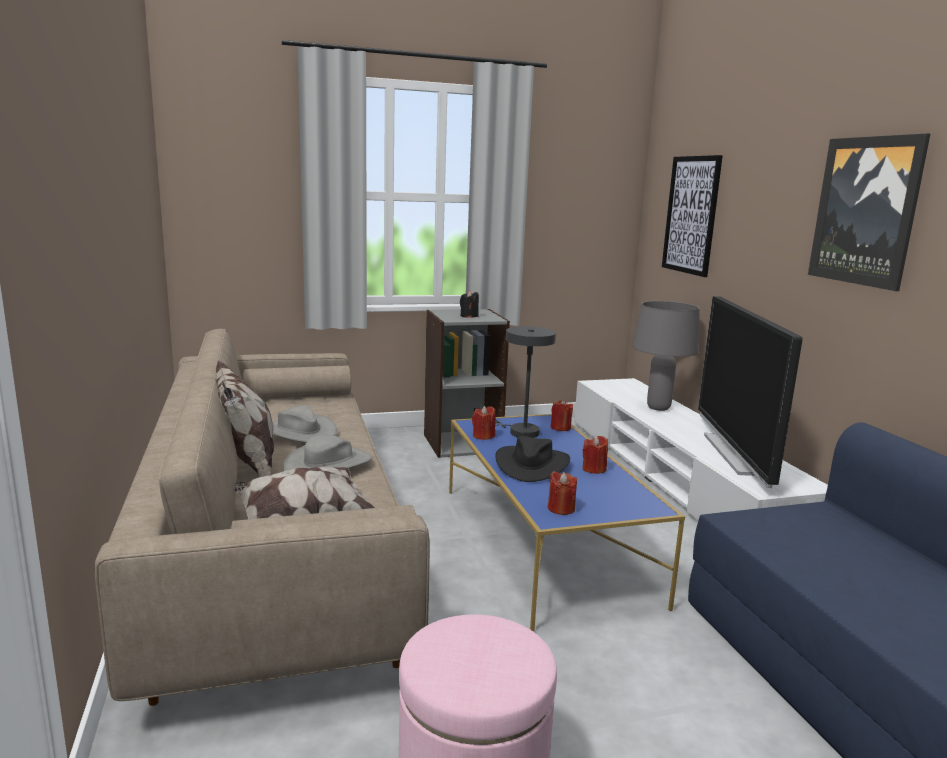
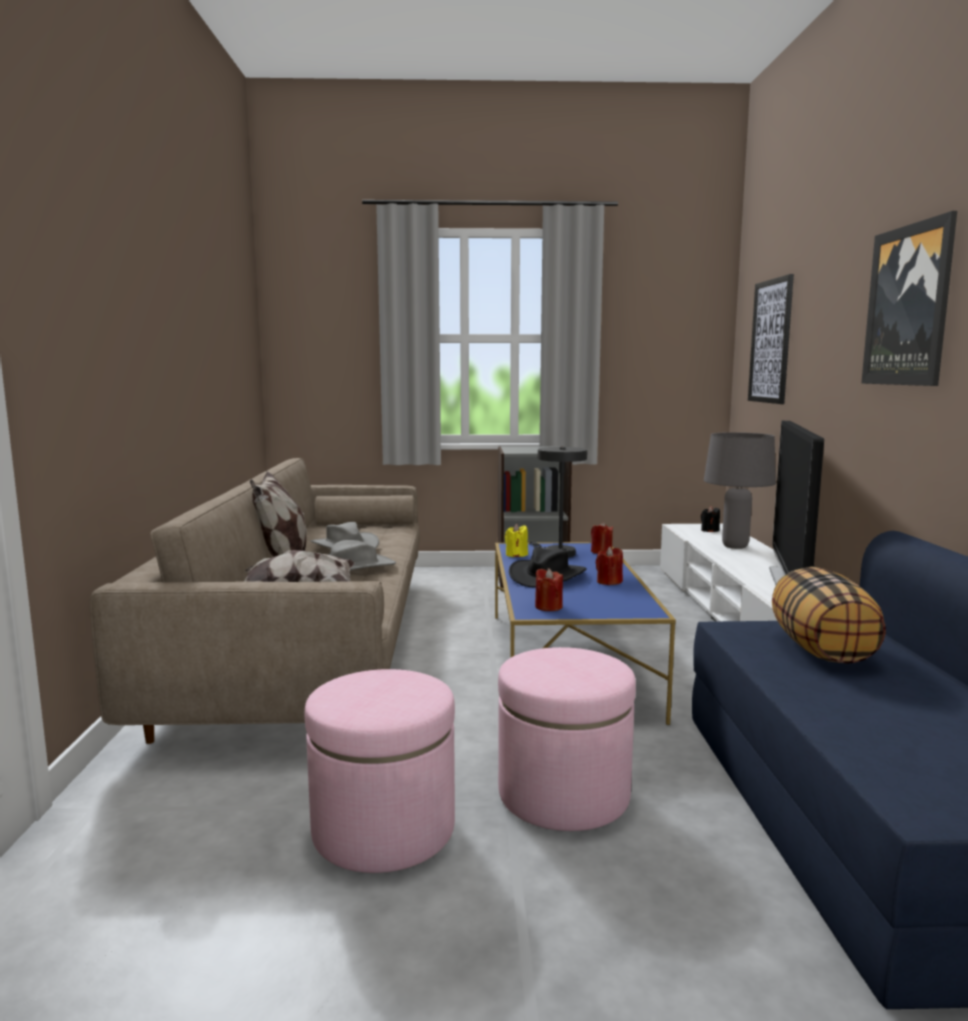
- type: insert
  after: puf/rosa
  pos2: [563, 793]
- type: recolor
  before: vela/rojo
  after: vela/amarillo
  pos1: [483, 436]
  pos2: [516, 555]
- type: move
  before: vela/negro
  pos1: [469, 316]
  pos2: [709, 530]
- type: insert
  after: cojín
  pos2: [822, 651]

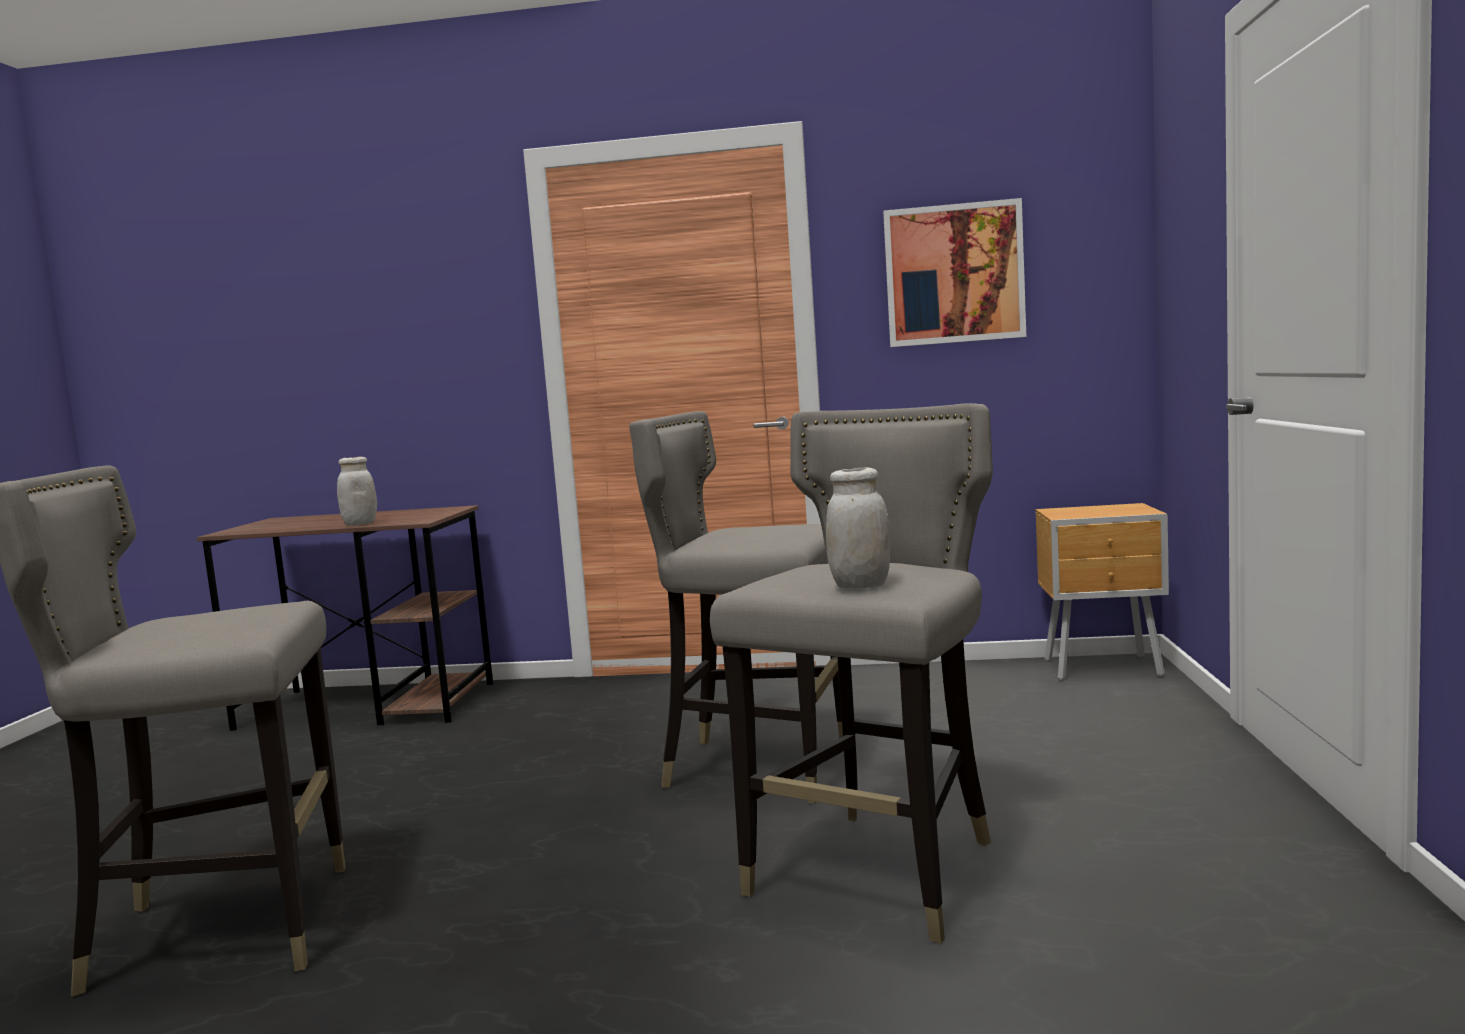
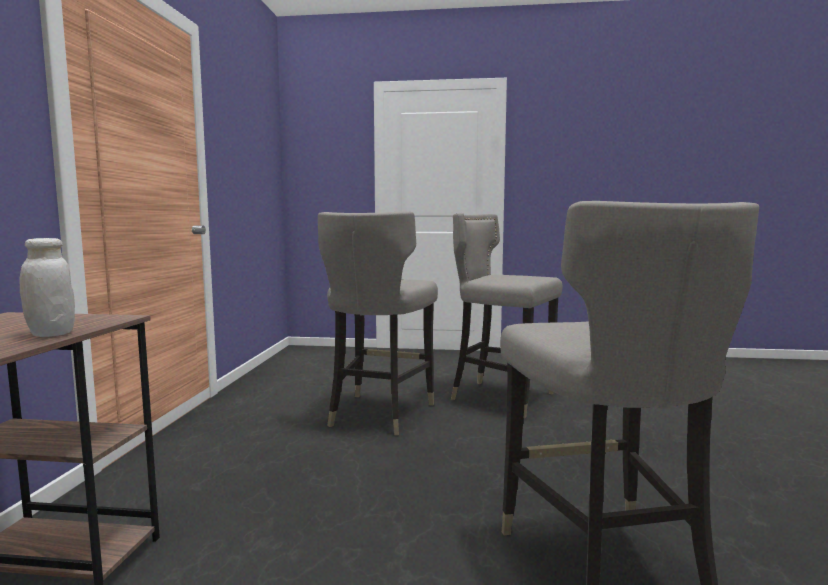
- type: delete
  before: tarro/blanco
  pos1: [860, 585]
- type: delete
  before: cuadro
  pos1: [954, 274]
- type: delete
  before: mesita de noche/marrón
  pos1: [1105, 669]

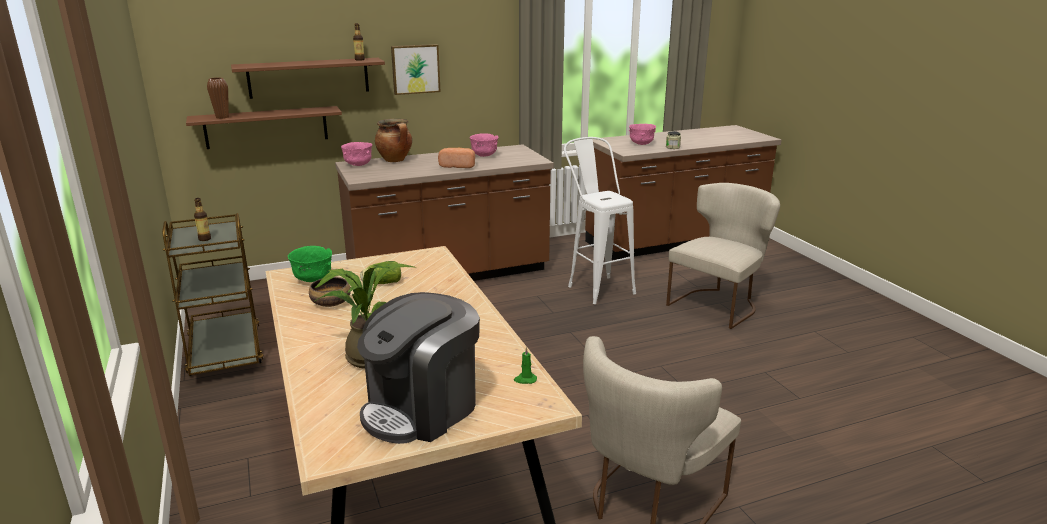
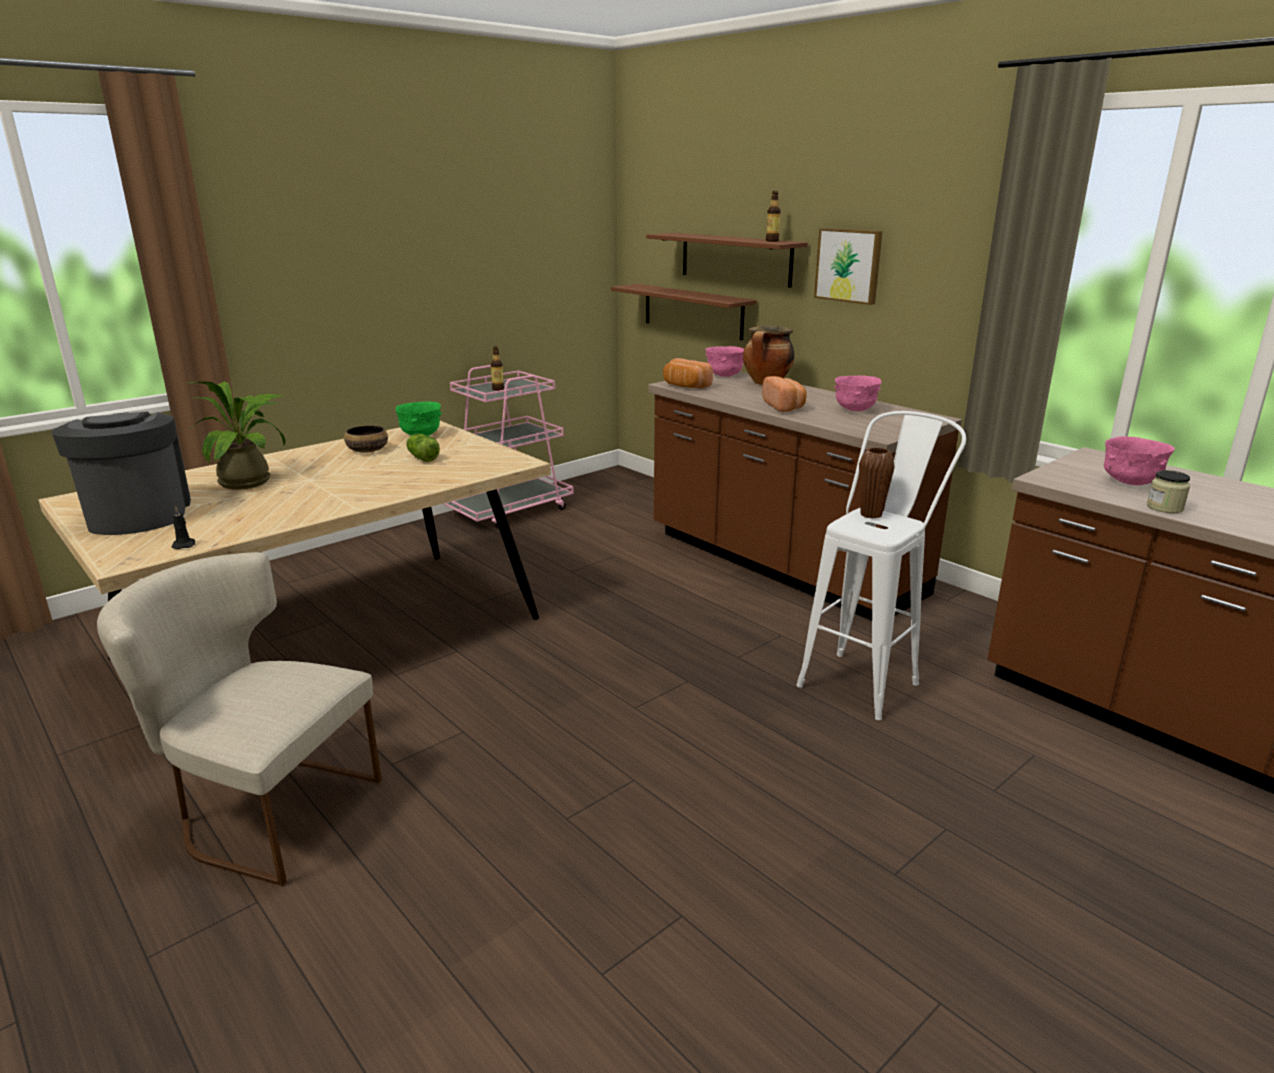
- type: rotate
  before: cafetera
  pos1: [422, 408]
  pos2: [137, 514]
  turn: 45
- type: recolor
  before: vela/verde
  after: vela/negro
  pos1: [525, 379]
  pos2: [184, 545]
- type: recolor
  before: carrito/marrón
  after: carrito/rosa
  pos1: [225, 352]
  pos2: [510, 511]
- type: insert
  after: pan
  pos2: [685, 386]
- type: move
  before: florero/marrón
  pos1: [222, 117]
  pos2: [871, 514]
- type: delete
  before: silla/beis
  pos1: [718, 304]

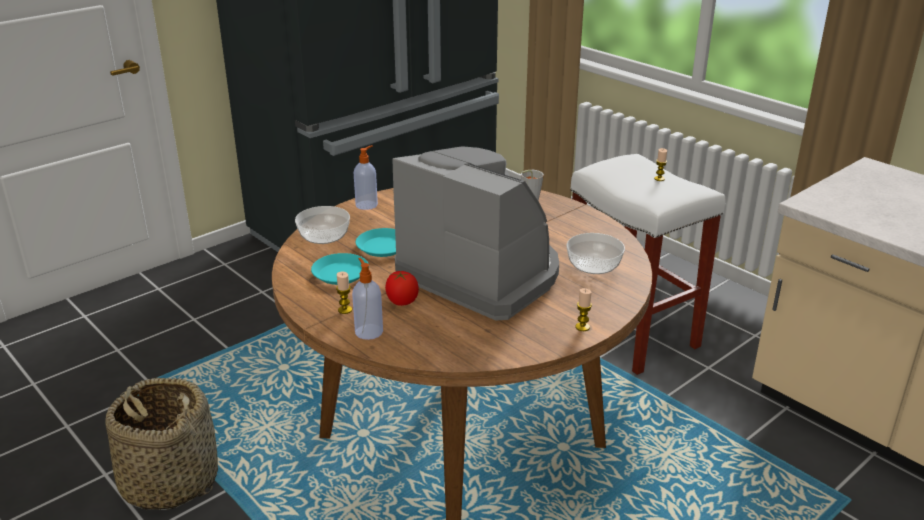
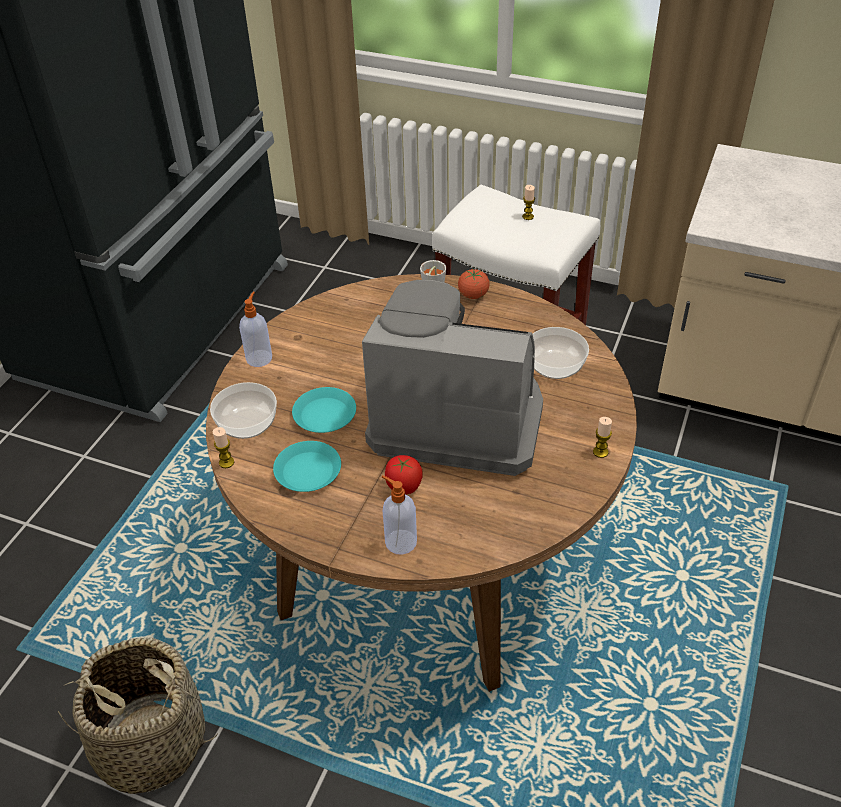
- type: move
  before: vela
  pos1: [345, 310]
  pos2: [226, 462]
- type: insert
  after: tomate
  pos2: [473, 295]

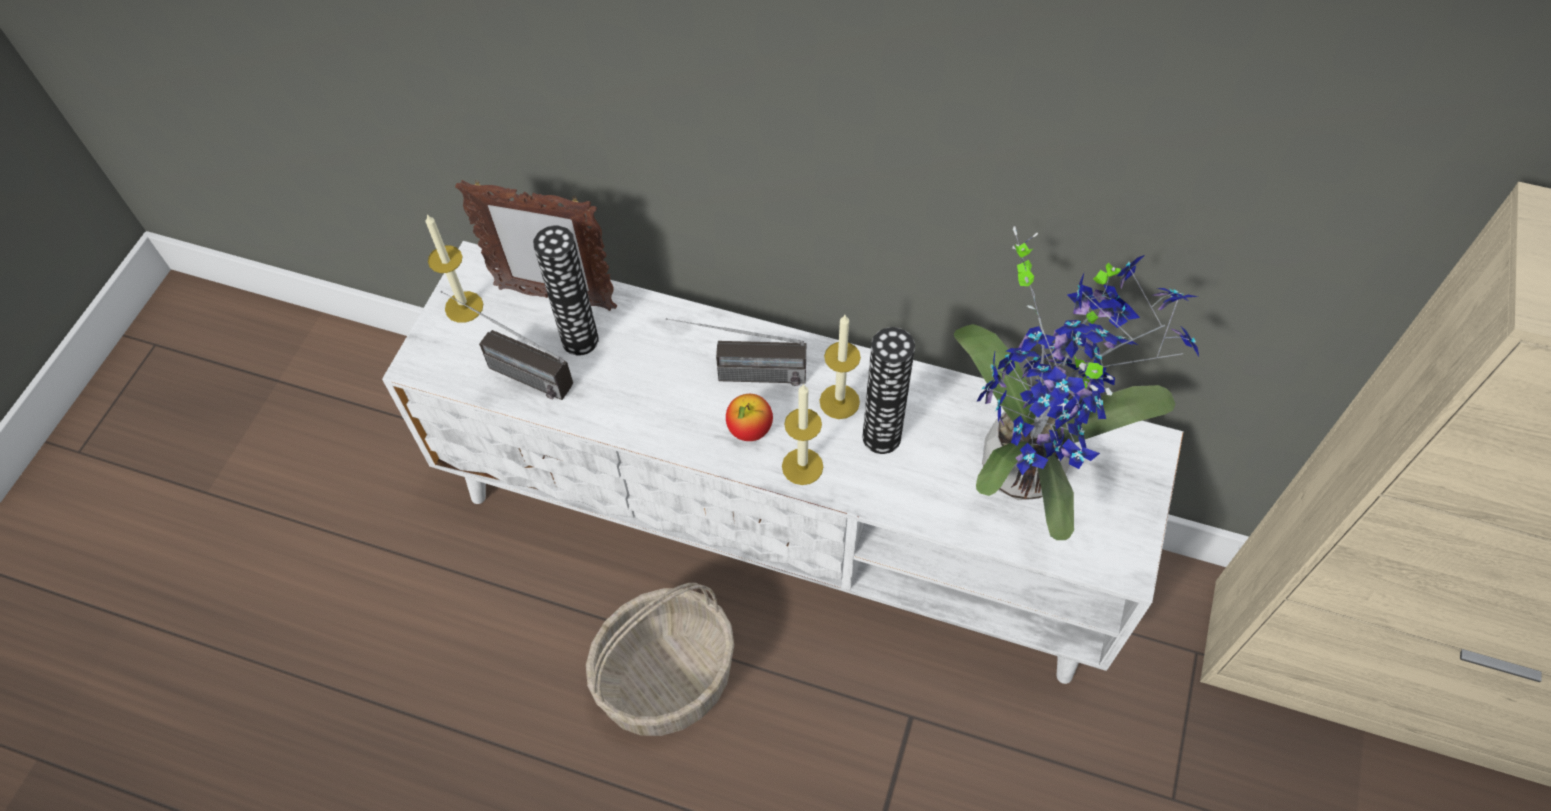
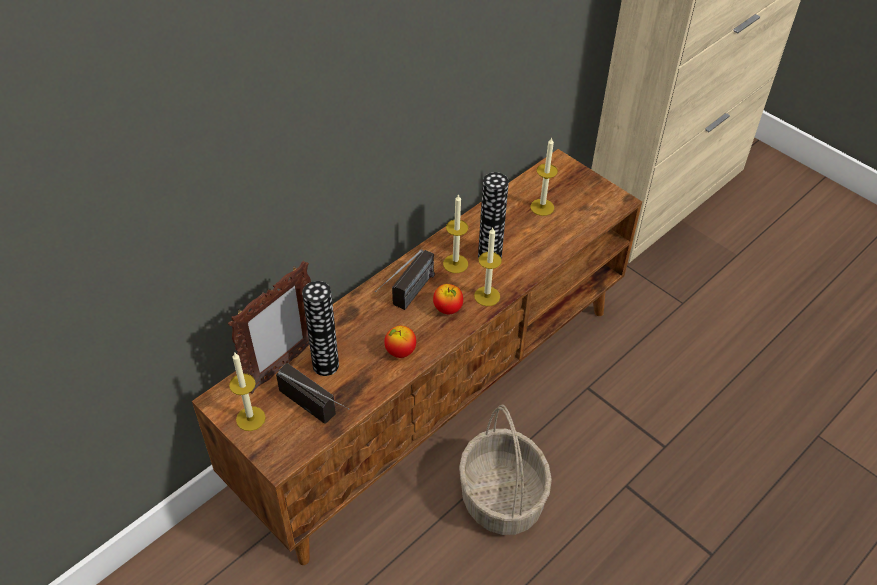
- type: recolor
  before: mueble de televisión/blanco
  after: mueble de televisión/marrón
  pos1: [782, 526]
  pos2: [436, 395]
- type: rotate
  before: radio
  pos1: [509, 369]
  pos2: [321, 410]
  turn: -105
- type: insert
  after: manzana
  pos2: [400, 351]
- type: replace
  before: planta en maceta
  after: vela
  pos1: [1031, 463]
  pos2: [542, 207]

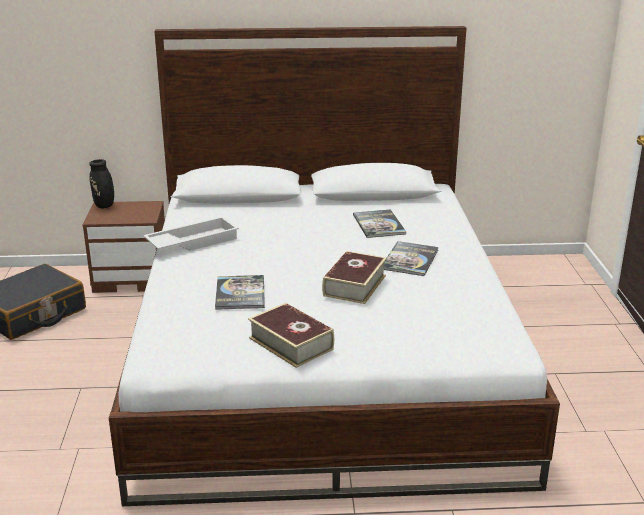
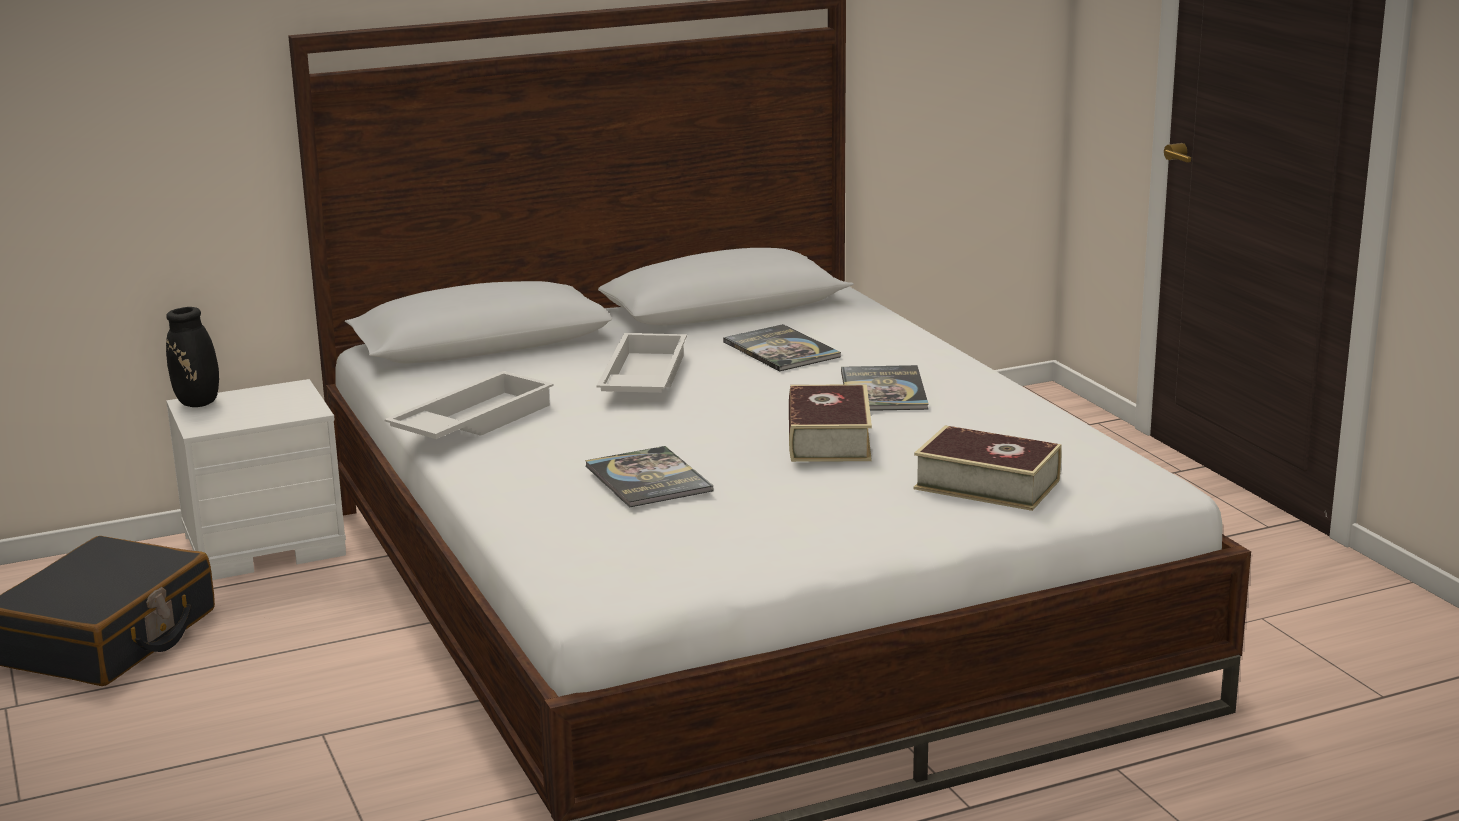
- type: recolor
  before: mesita de noche/marrón
  after: mesita de noche/blanco
  pos1: [132, 278]
  pos2: [266, 545]
- type: insert
  after: bandeja/blanco
  pos2: [641, 379]
- type: move
  before: libro
  pos1: [291, 343]
  pos2: [987, 484]

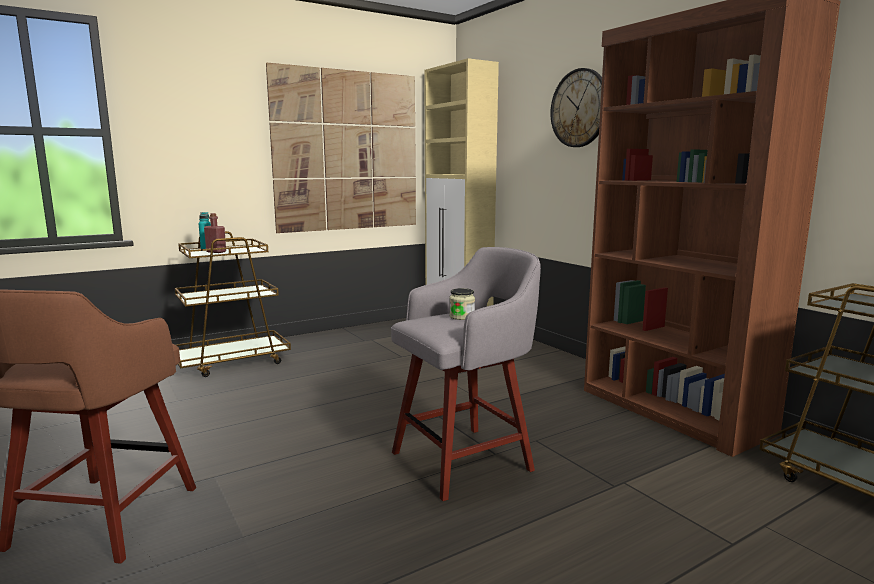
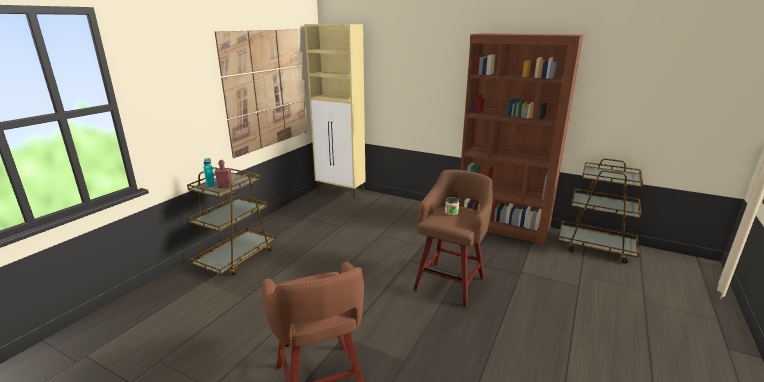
- type: recolor
  before: taburete/gris
  after: taburete/marrón
  pos1: [465, 460]
  pos2: [450, 282]
- type: delete
  before: reloj de pared
  pos1: [579, 108]

